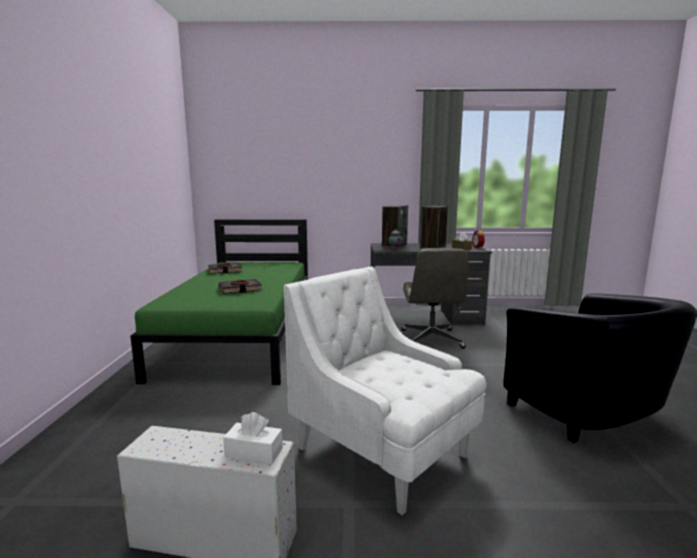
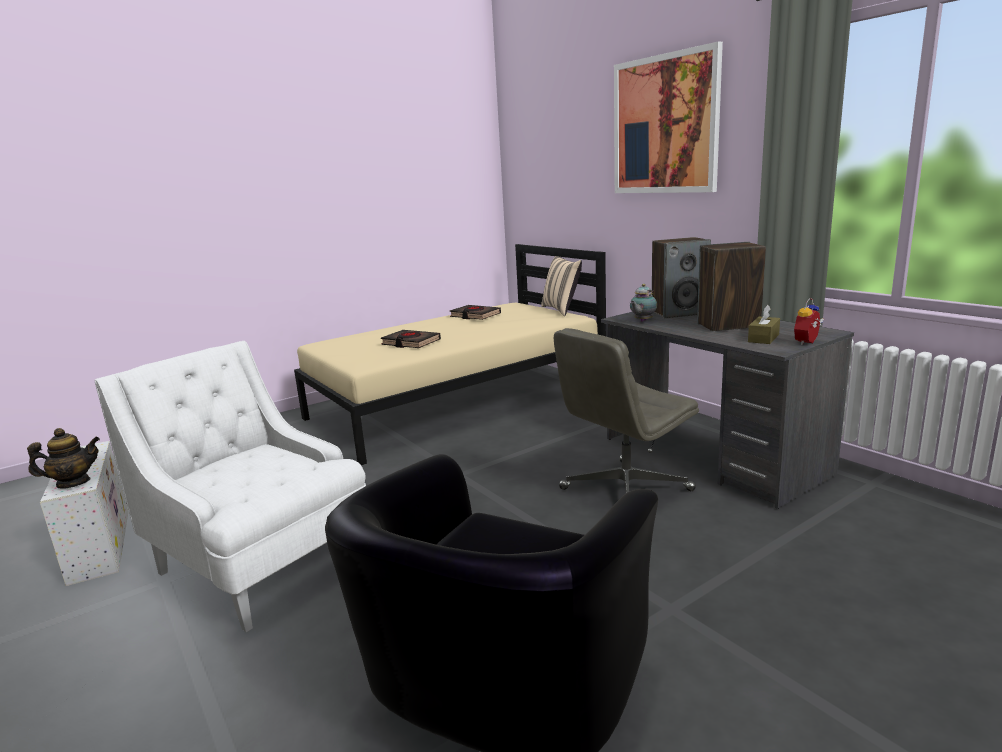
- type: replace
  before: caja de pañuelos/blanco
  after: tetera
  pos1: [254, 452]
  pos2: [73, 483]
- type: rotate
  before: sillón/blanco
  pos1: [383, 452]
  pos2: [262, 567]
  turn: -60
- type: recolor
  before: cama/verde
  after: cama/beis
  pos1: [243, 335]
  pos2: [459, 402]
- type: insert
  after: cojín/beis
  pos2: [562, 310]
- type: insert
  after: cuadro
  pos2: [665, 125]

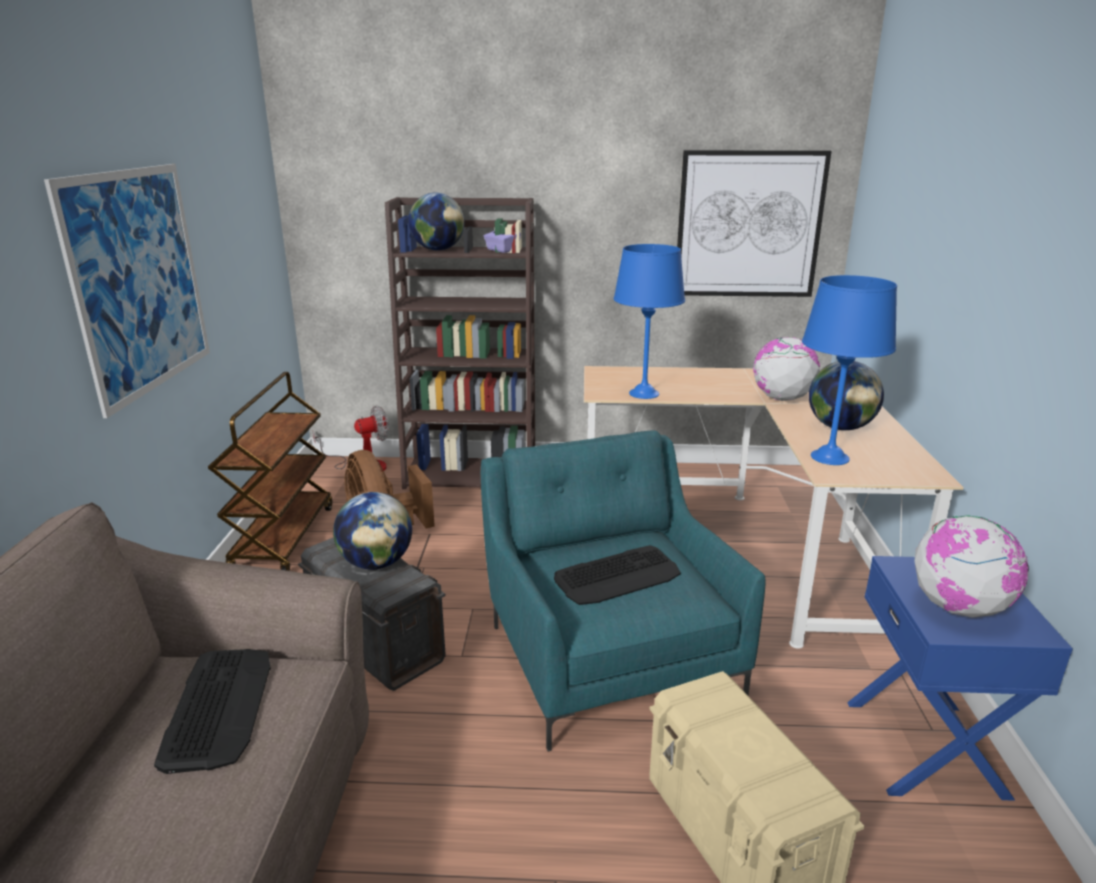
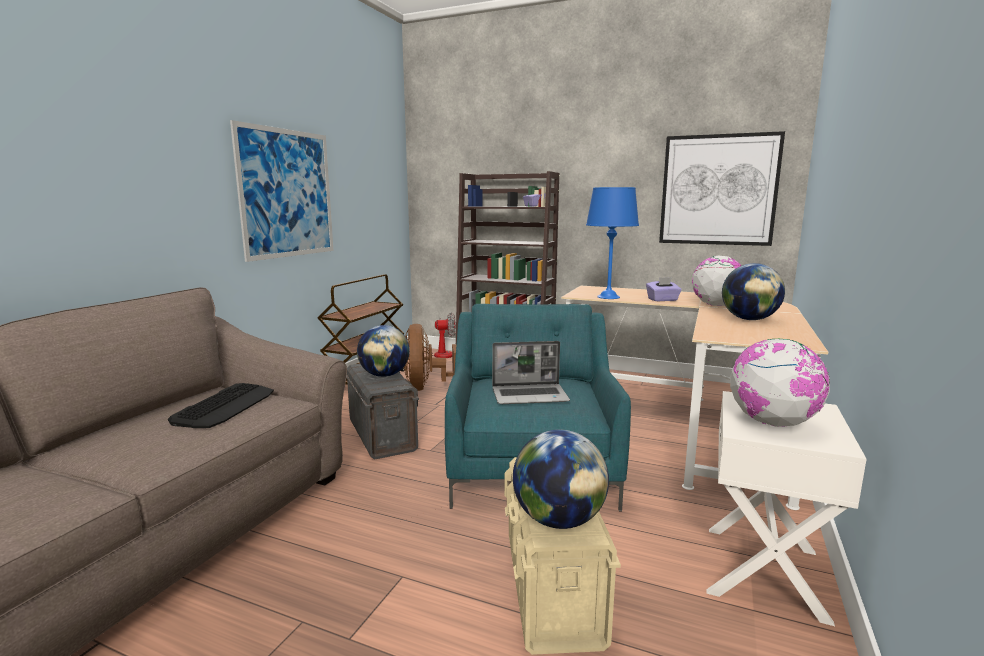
- type: replace
  before: teclado
  after: portátil
  pos1: [618, 576]
  pos2: [530, 395]
- type: move
  before: globo terráqueo
  pos1: [438, 250]
  pos2: [558, 520]
- type: insert
  after: caja de pañuelos/morado
  pos2: [662, 300]
- type: recolor
  before: mesita de noche/azul
  after: mesita de noche/blanco
  pos1: [927, 747]
  pos2: [766, 572]
- type: delete
  before: lámpara de mesa/azul
  pos1: [830, 457]

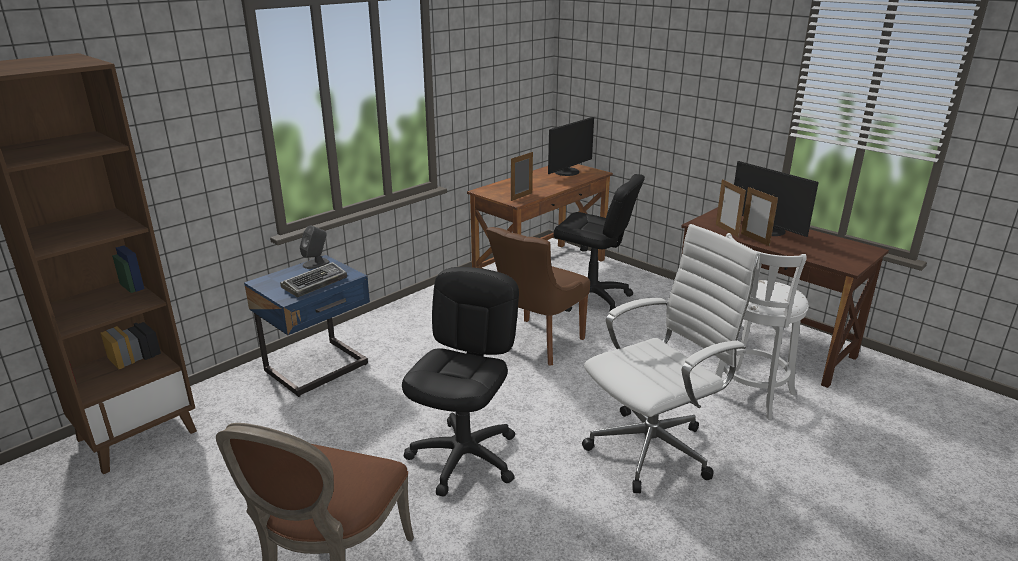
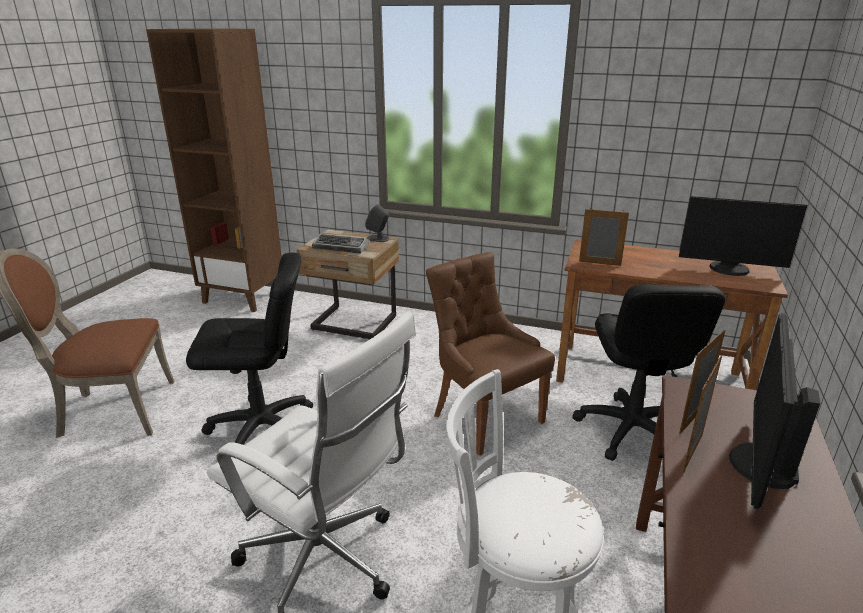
- type: recolor
  before: mesita de noche/azul
  after: mesita de noche/beis
  pos1: [319, 369]
  pos2: [353, 324]
- type: rotate
  before: silla/marrón
  pos1: [536, 343]
  pos2: [484, 417]
  turn: 45

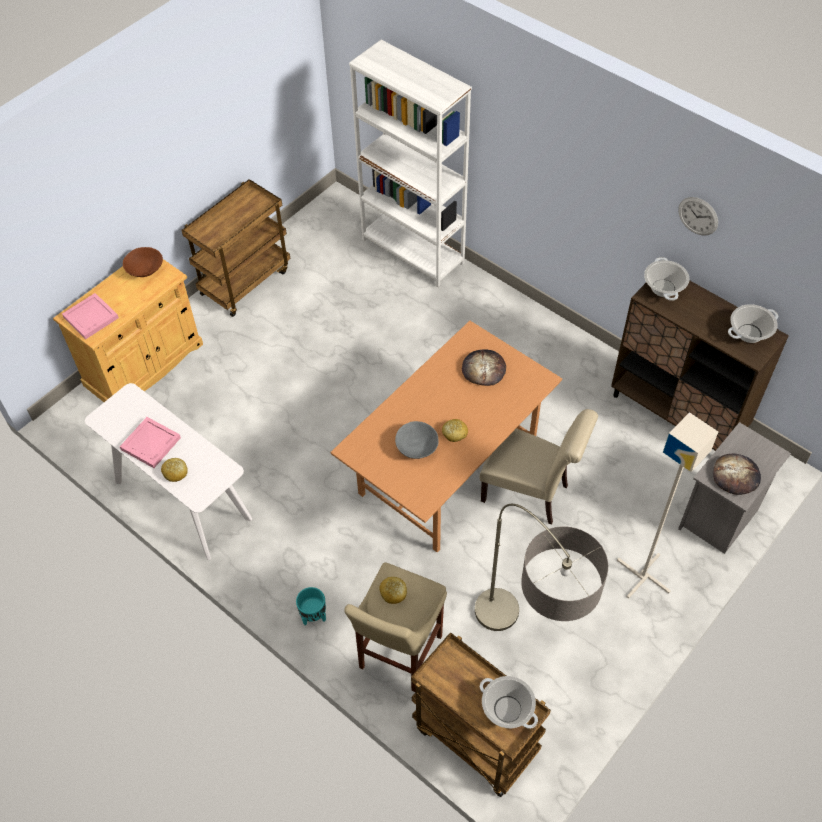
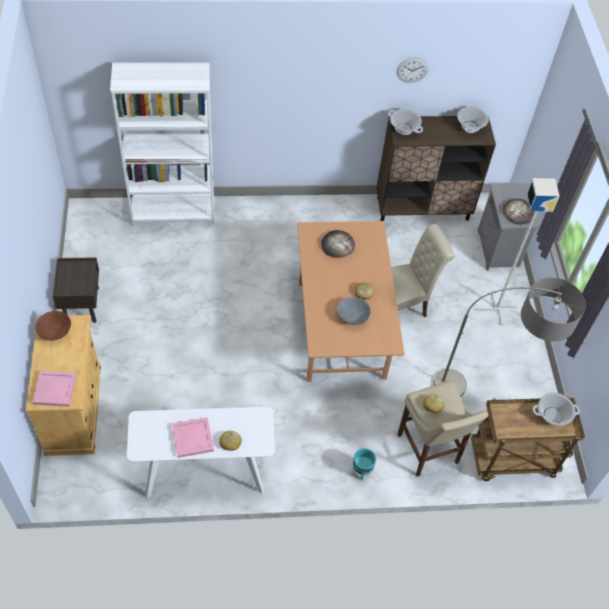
- type: replace
  before: carrito/marrón
  after: mesita de noche/marrón
  pos1: [245, 281]
  pos2: [81, 304]

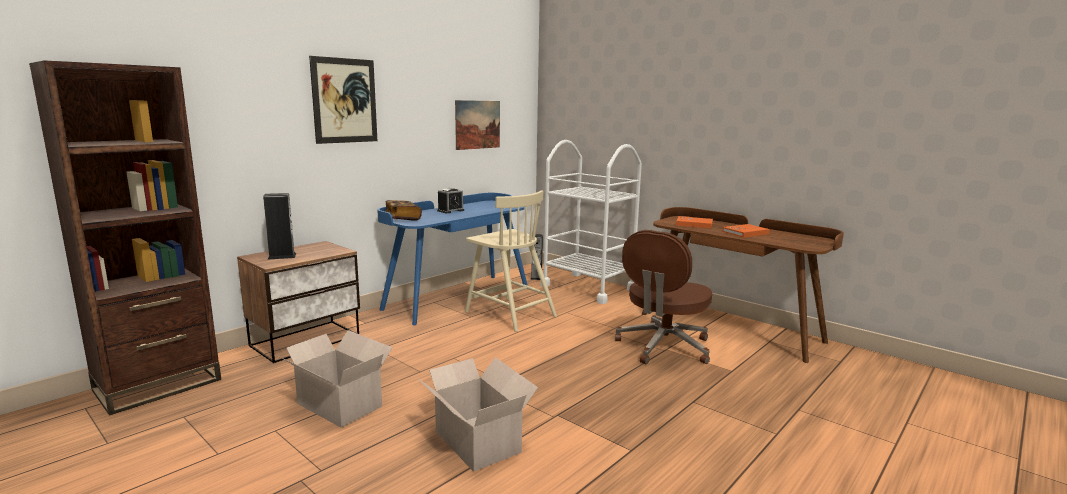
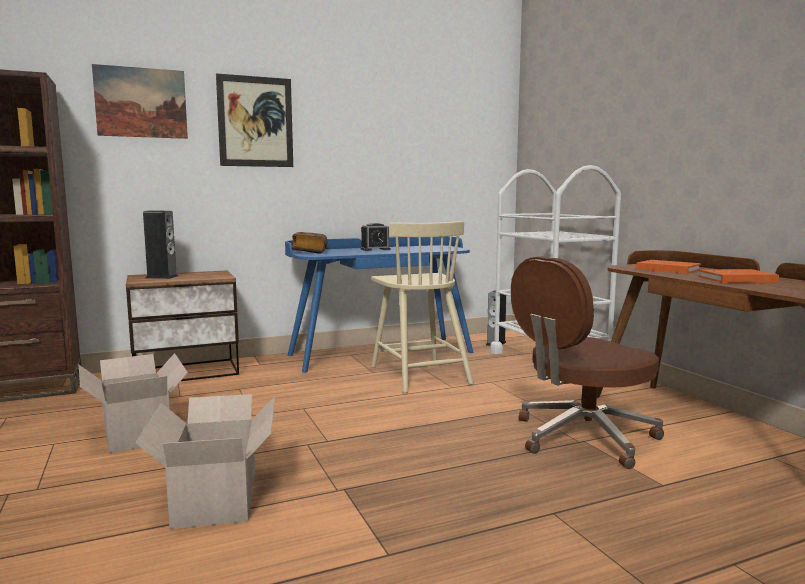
- type: move
  before: cuadro
  pos1: [477, 124]
  pos2: [141, 102]

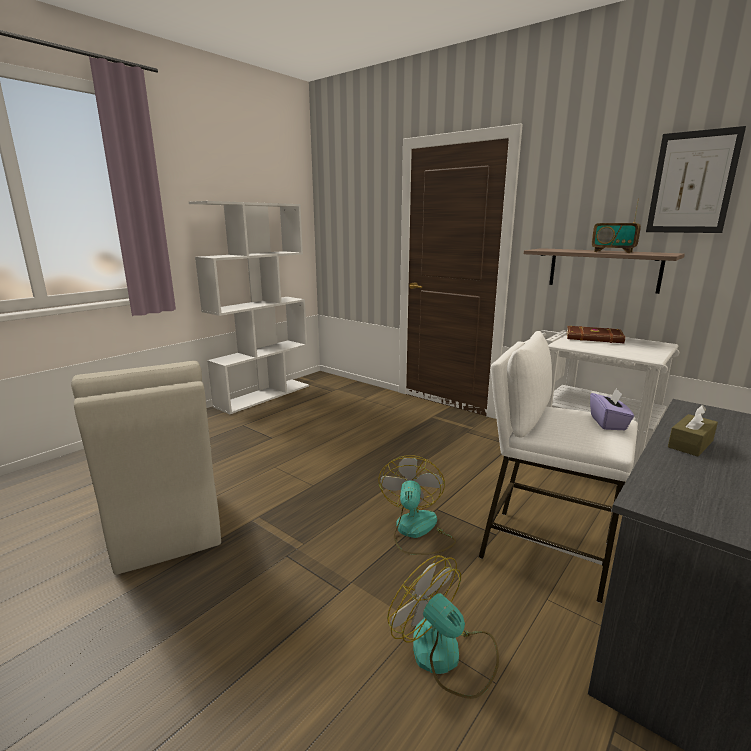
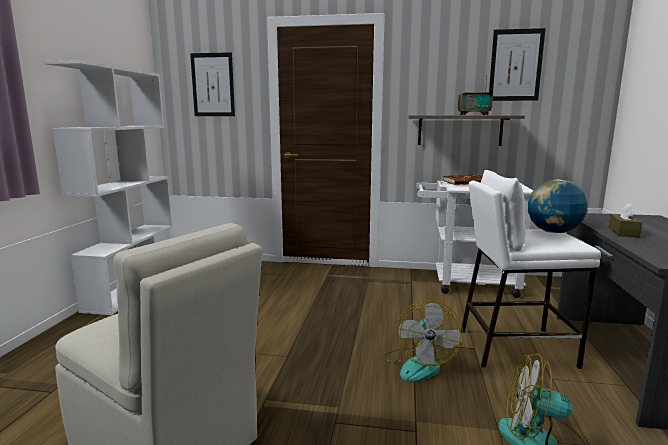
- type: insert
  after: cuadro
  pos2: [213, 85]
- type: rotate
  before: ventilador
  pos1: [416, 531]
  pos2: [418, 364]
  turn: -150
- type: replace
  before: caja de pañuelos/morado
  after: globo terráqueo
  pos1: [608, 423]
  pos2: [553, 232]

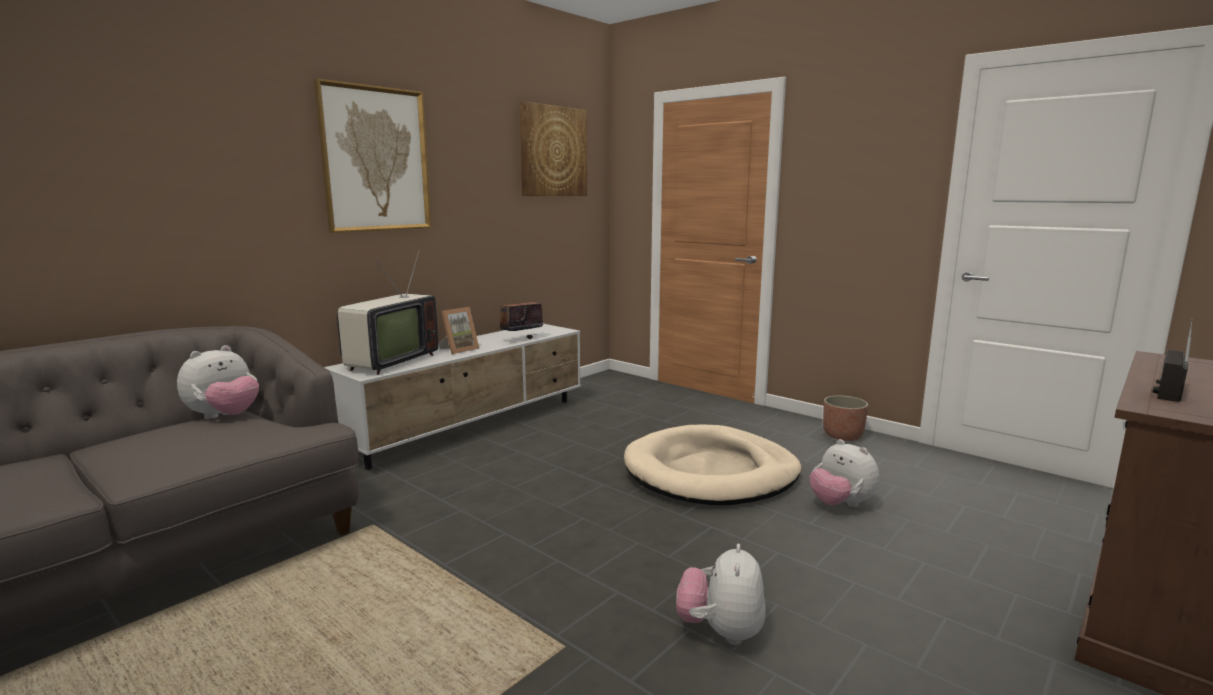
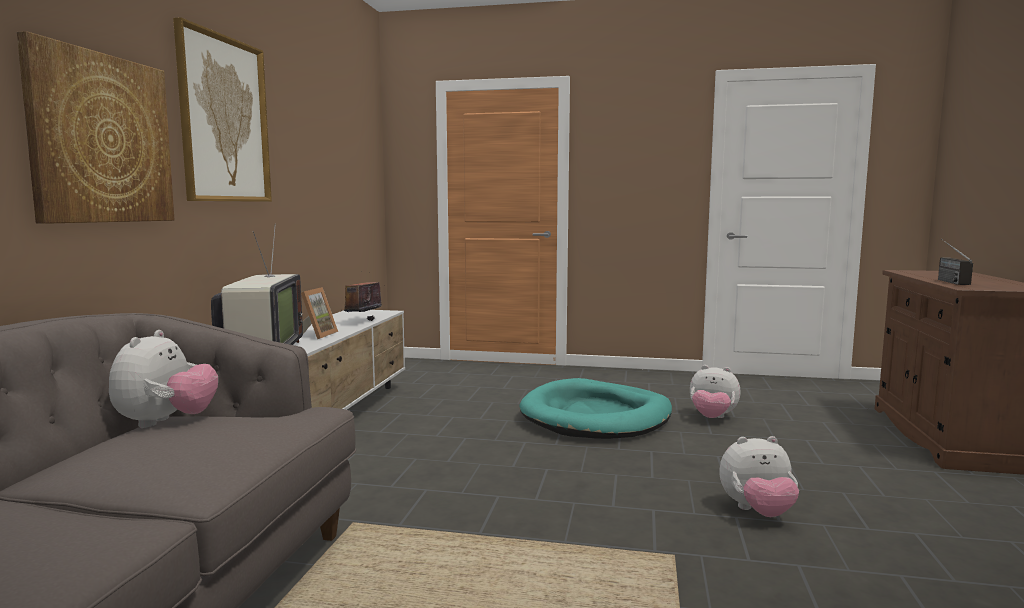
- type: move
  before: cuadro
  pos1: [553, 151]
  pos2: [101, 139]
- type: recolor
  before: cama para perro/beis
  after: cama para perro/turquesa
  pos1: [711, 472]
  pos2: [596, 416]
- type: rotate
  before: peluche
  pos1: [721, 631]
  pos2: [757, 512]
  turn: -75
- type: delete
  before: maceta
  pos1: [843, 436]

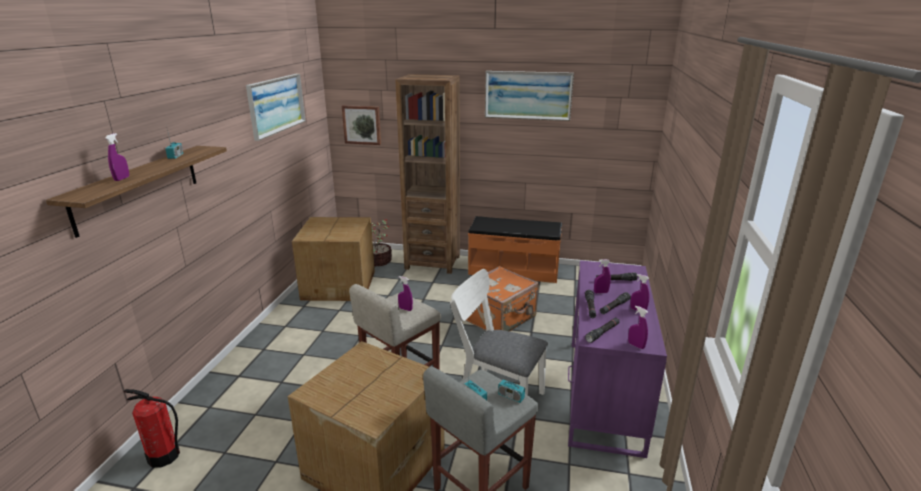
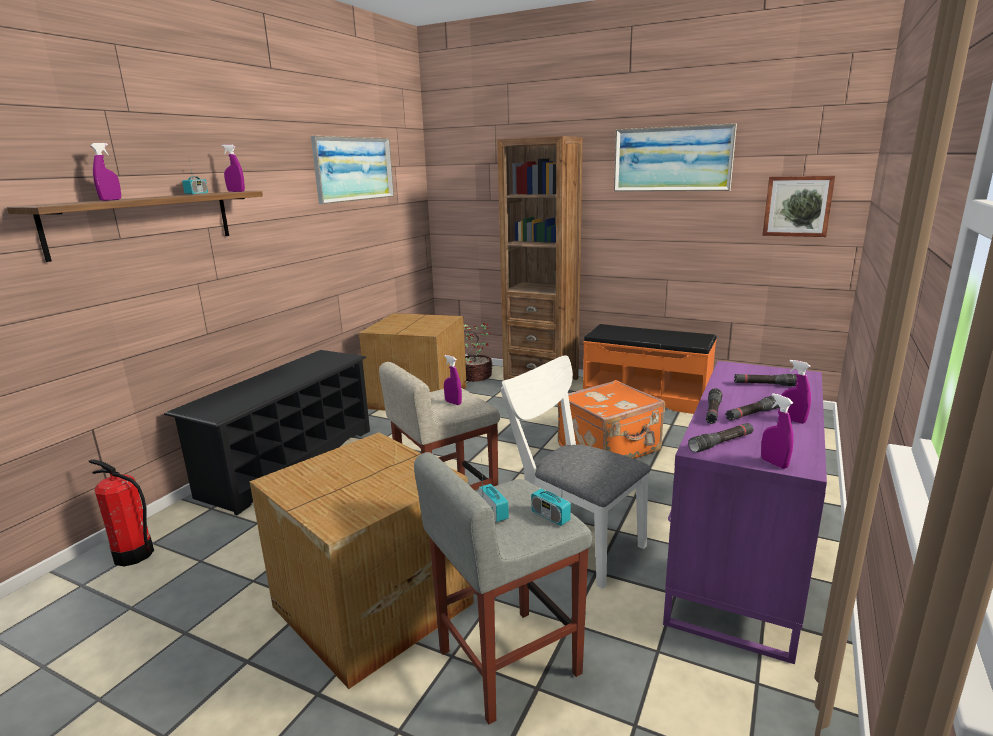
- type: insert
  after: zapatero/negro
  pos2: [289, 462]
- type: move
  before: pulverizador/morado
  pos1: [601, 292]
  pos2: [236, 191]
- type: move
  before: cuadro
  pos1: [362, 124]
  pos2: [797, 206]

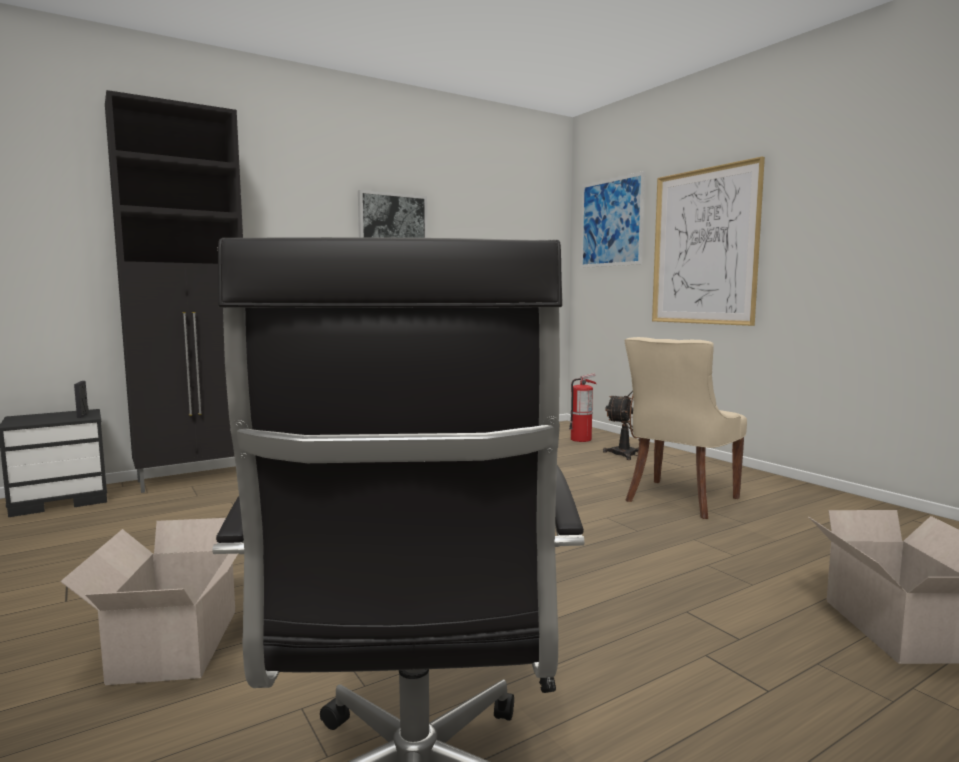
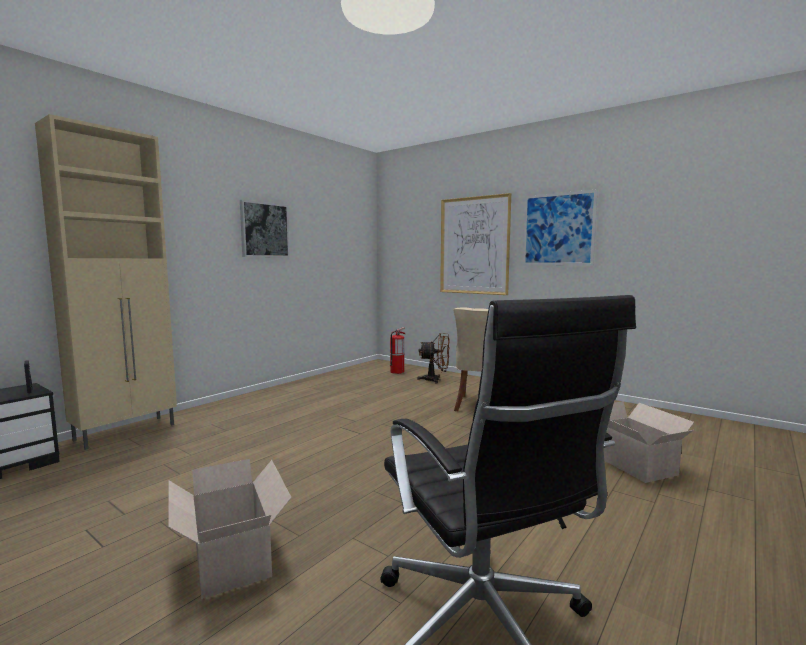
- type: recolor
  before: armario/negro
  after: armario/beis
  pos1: [197, 479]
  pos2: [127, 432]
- type: move
  before: cuadro
  pos1: [611, 222]
  pos2: [558, 229]

